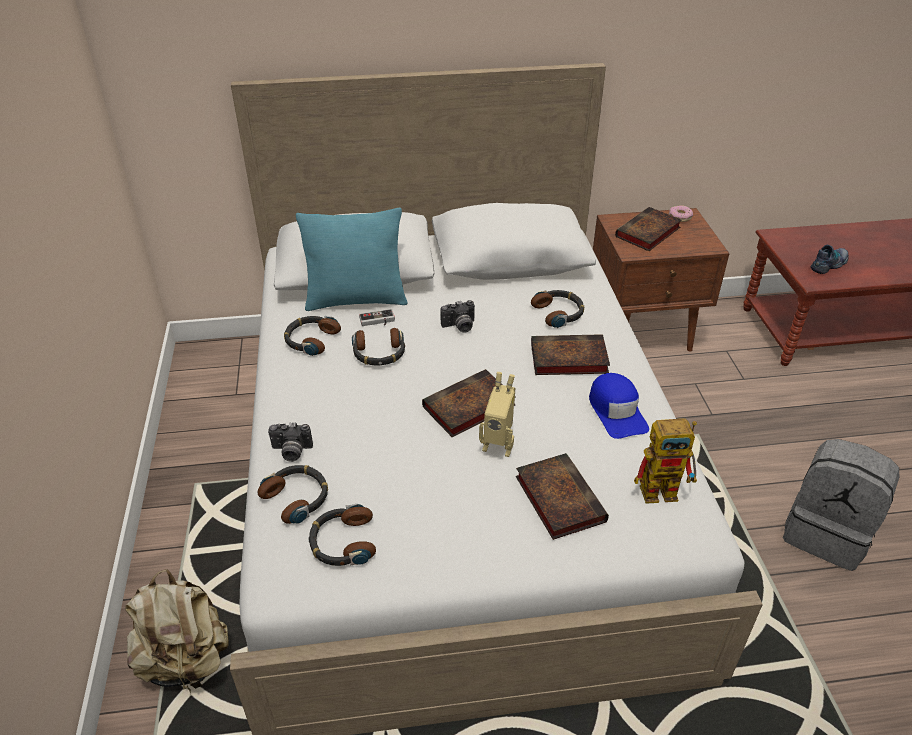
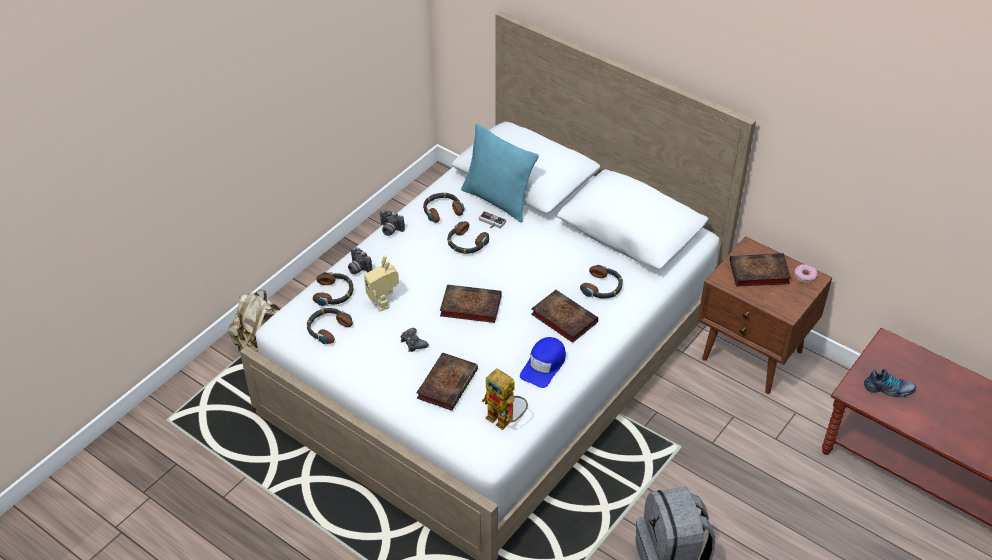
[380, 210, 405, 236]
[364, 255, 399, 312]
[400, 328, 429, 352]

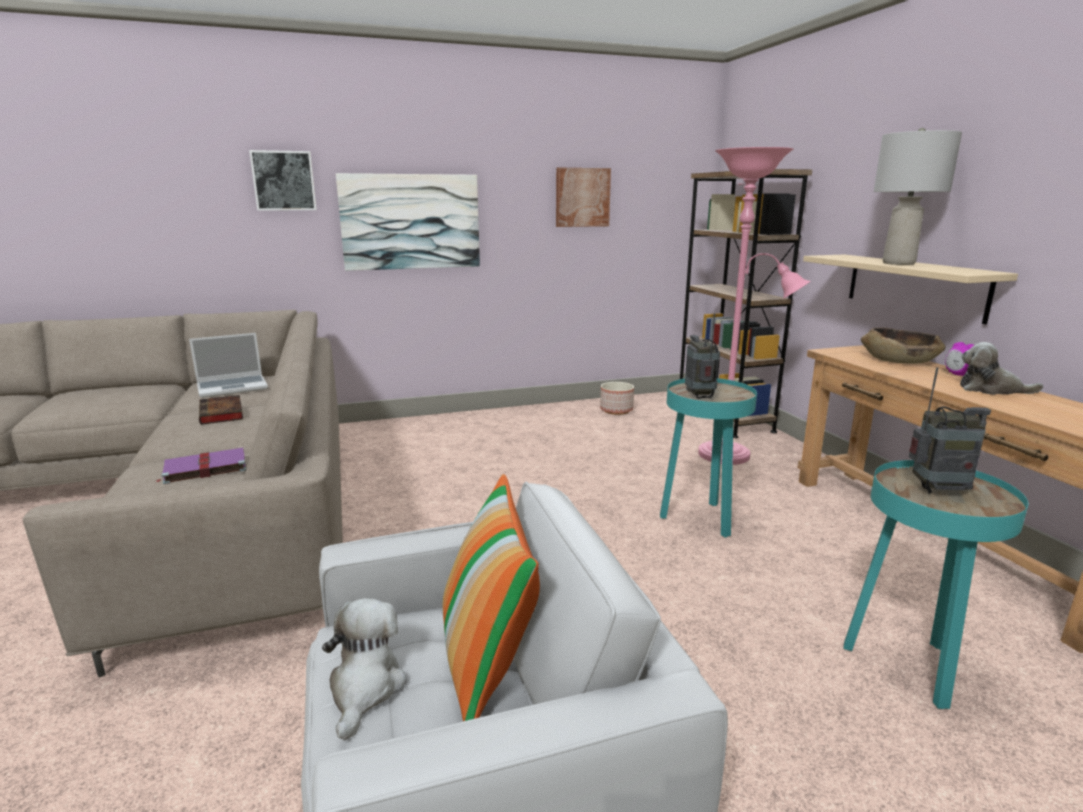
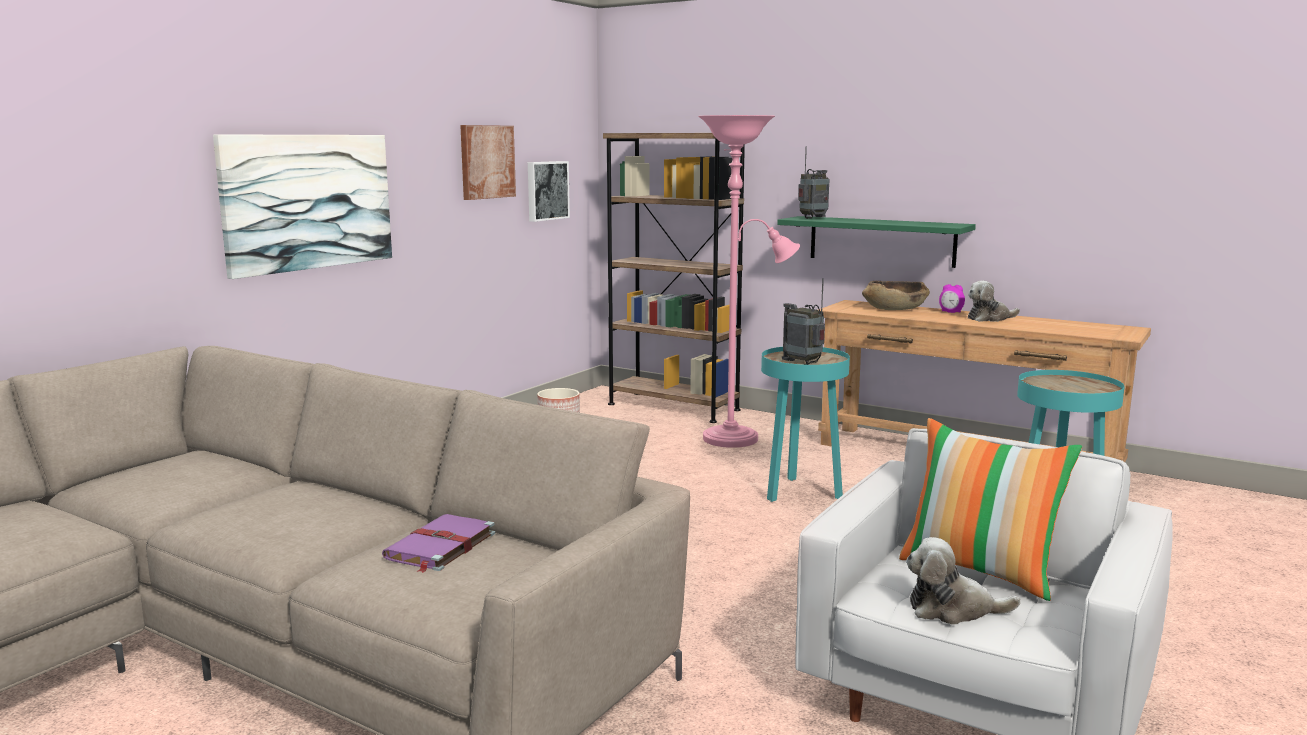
[874, 128, 962, 265] (first image)
[528, 161, 570, 222]
[777, 216, 976, 268]
[189, 333, 268, 398] (first image)
[798, 146, 829, 219]
[199, 395, 243, 425] (first image)
[906, 537, 1020, 625]

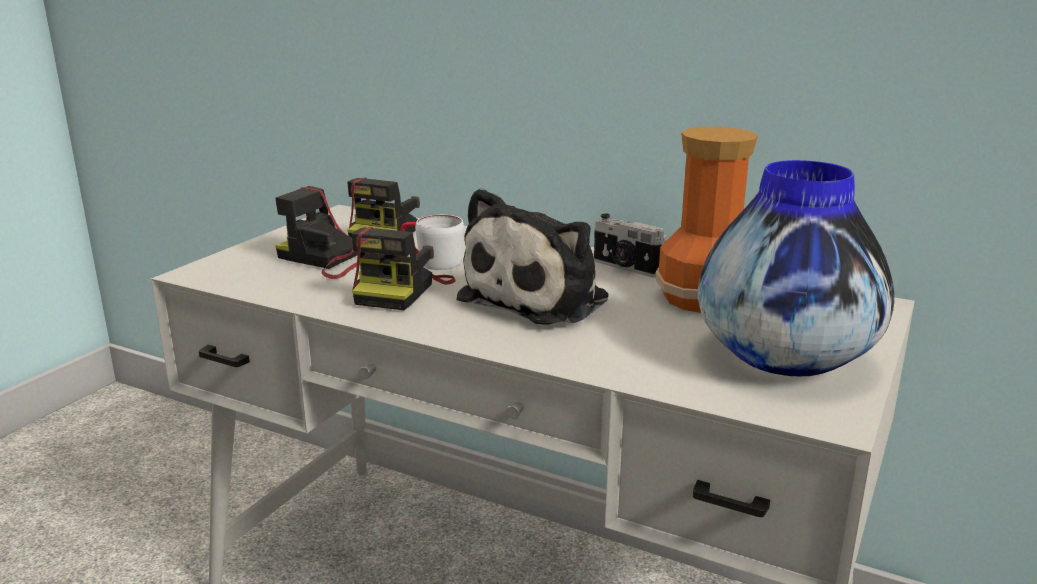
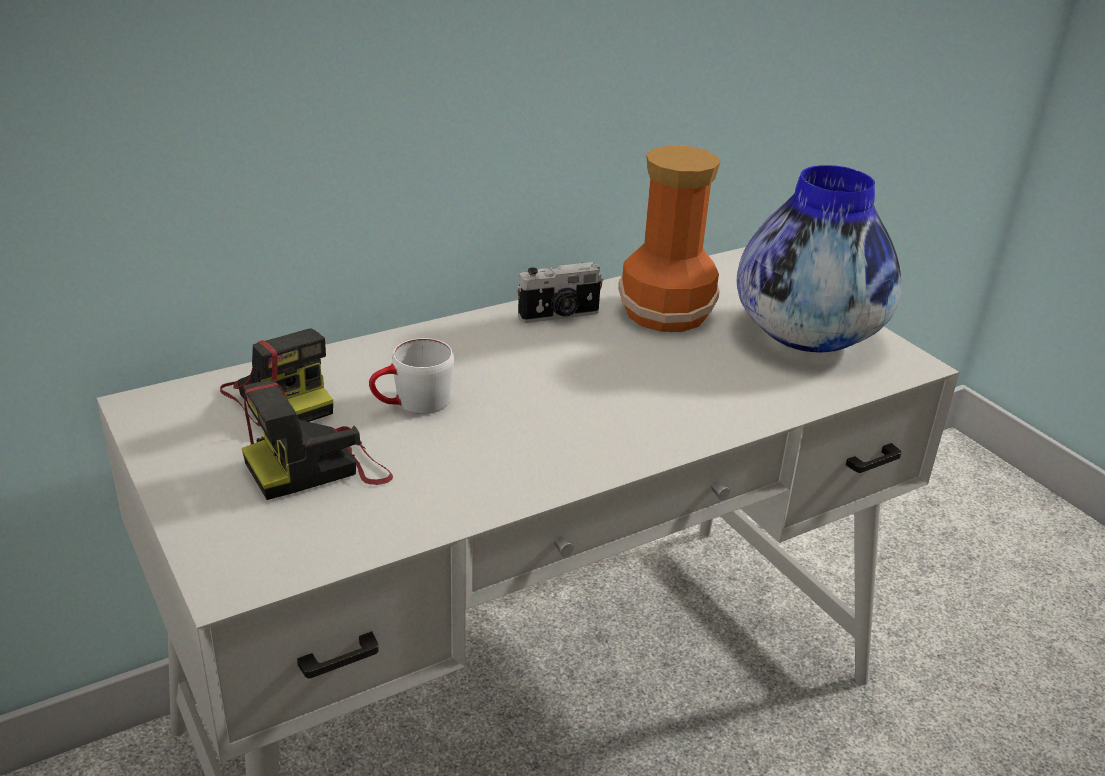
[457, 188, 609, 325] (first image)
[352, 227, 456, 310] (first image)

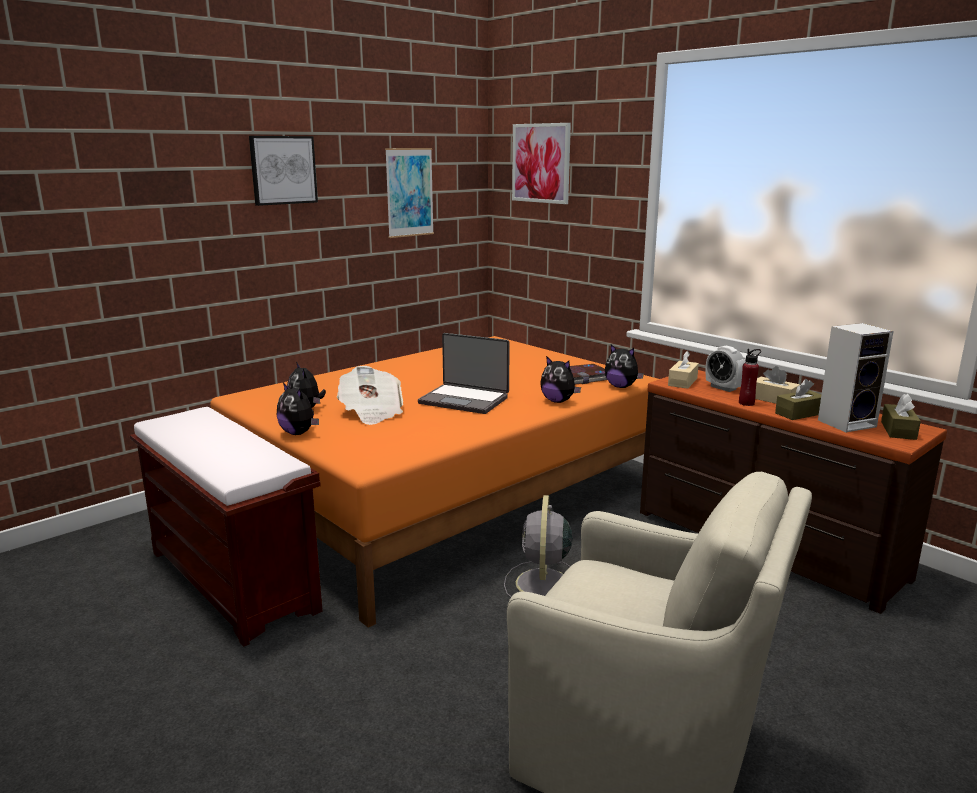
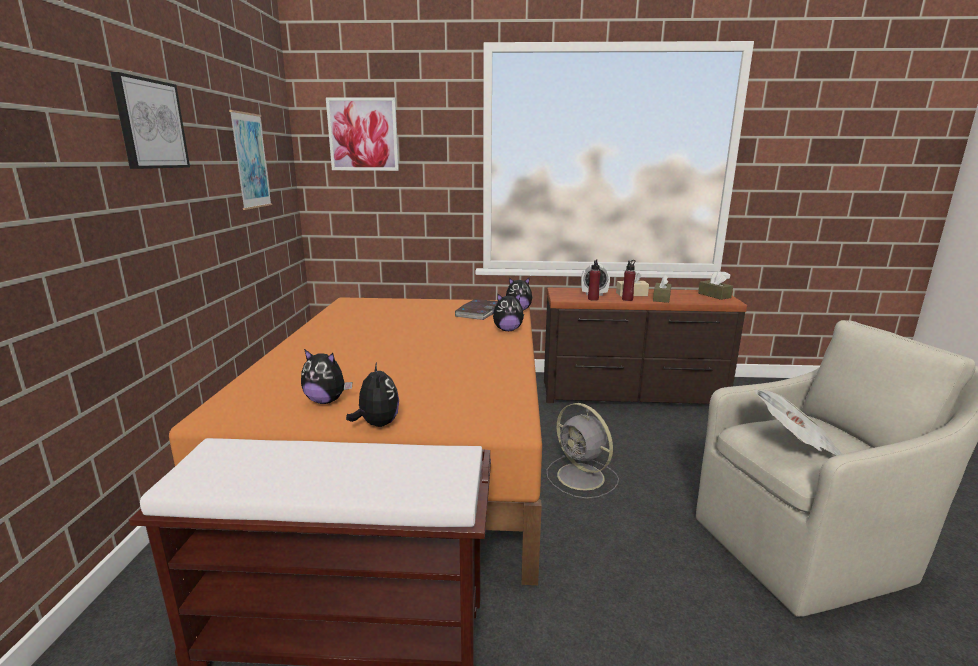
[818, 323, 894, 432] (first image)
[418, 333, 510, 414] (first image)
[668, 351, 699, 389] (first image)
[754, 389, 842, 456]
[346, 362, 399, 427]
[588, 260, 601, 301]

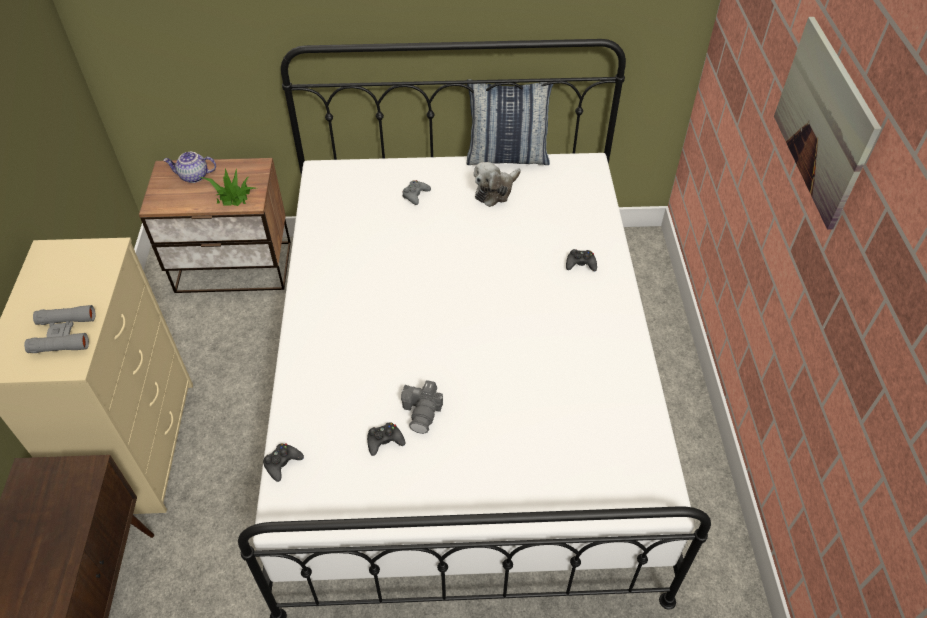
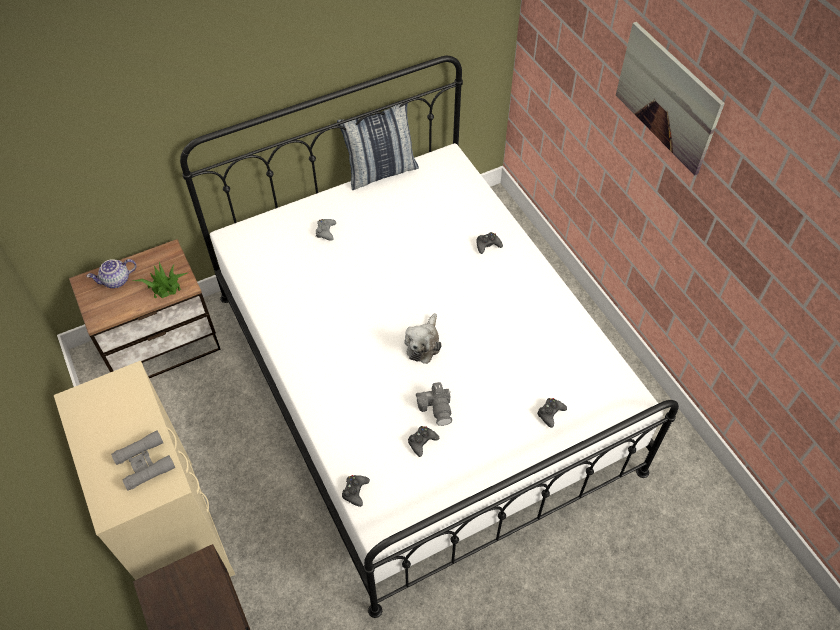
[404, 313, 442, 364]
[537, 398, 567, 428]

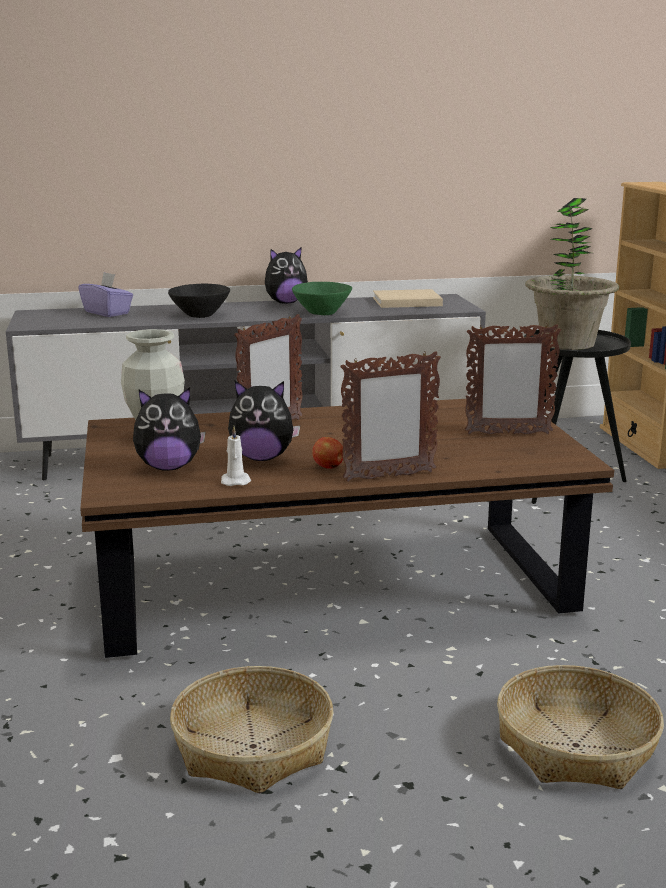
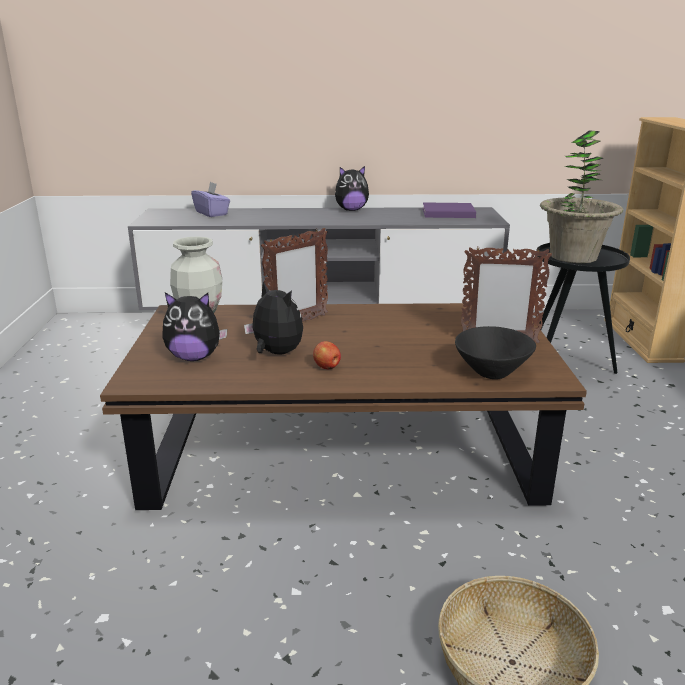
[292, 282, 352, 315] (first image)
[455, 326, 536, 379]
[423, 202, 476, 218]
[340, 352, 441, 482] (first image)
[244, 281, 303, 355]
[221, 426, 251, 486] (first image)
[170, 666, 333, 793] (first image)

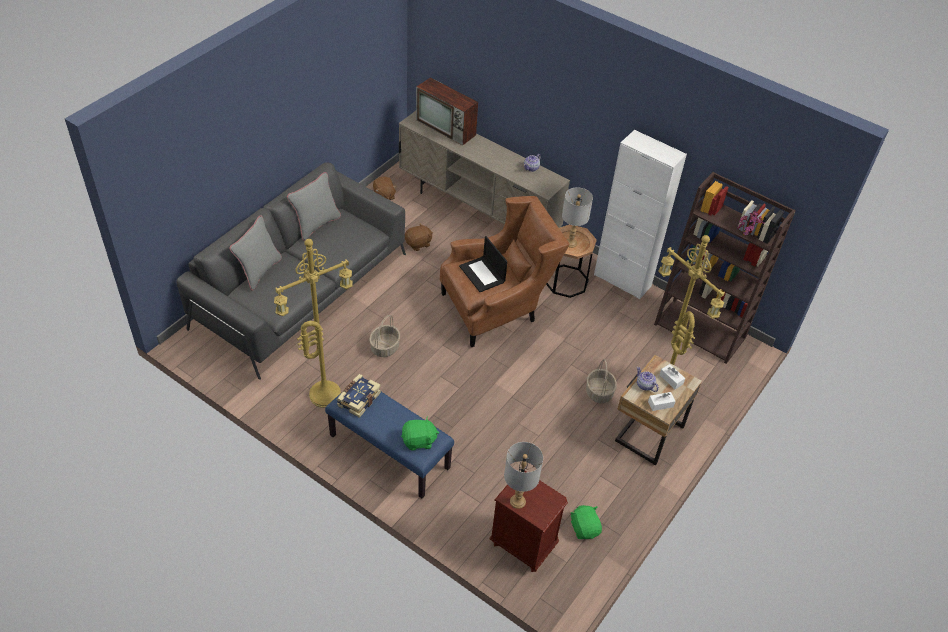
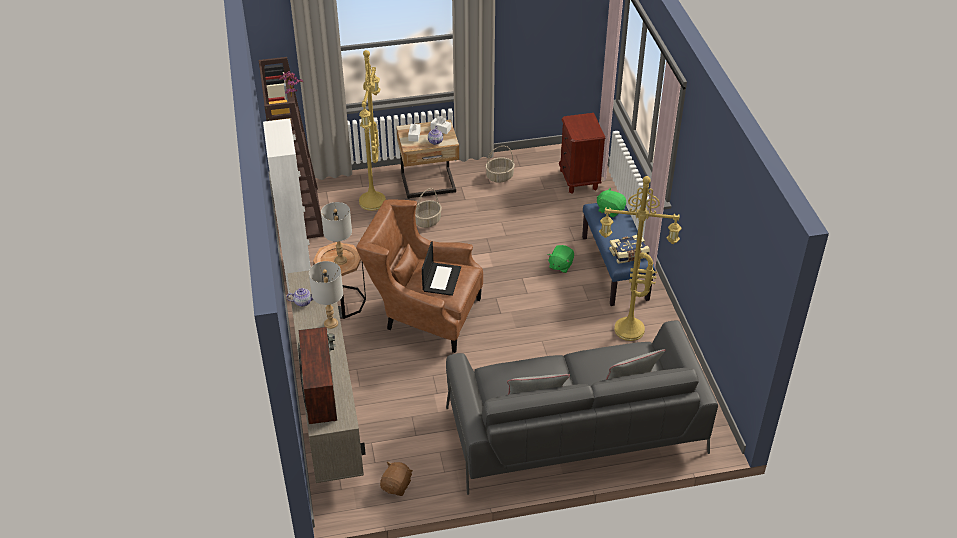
[405, 223, 433, 251] (first image)
[485, 146, 515, 183]
[309, 261, 343, 329]
[548, 245, 574, 273]

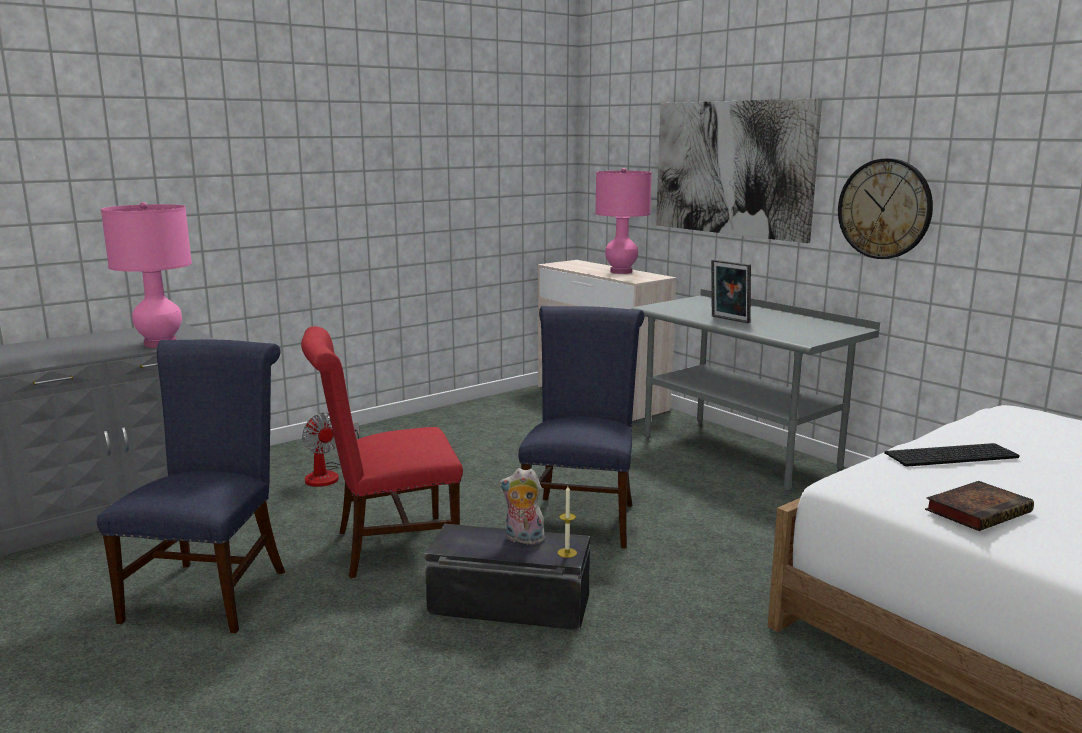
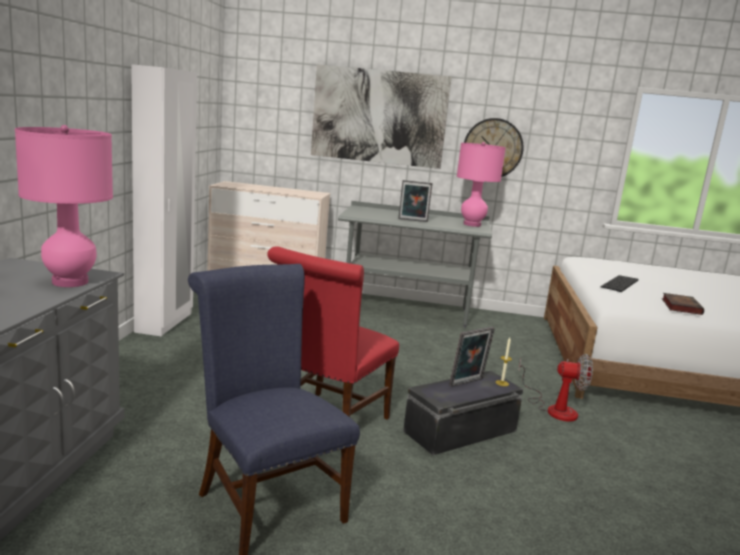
[457, 142, 506, 227]
[519, 306, 644, 549] (first image)
[519, 354, 593, 422]
[449, 327, 495, 387]
[131, 64, 197, 337]

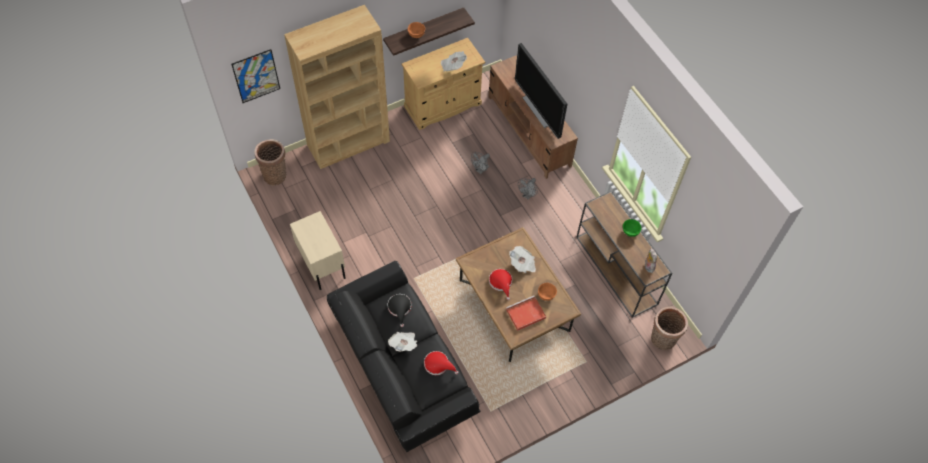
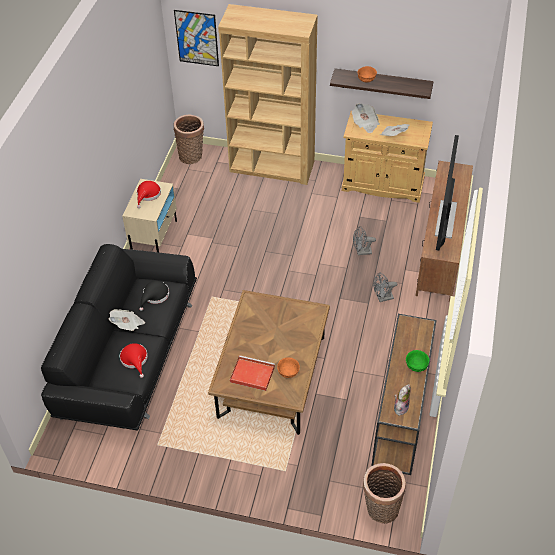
[352, 103, 380, 133]
[137, 181, 161, 208]

